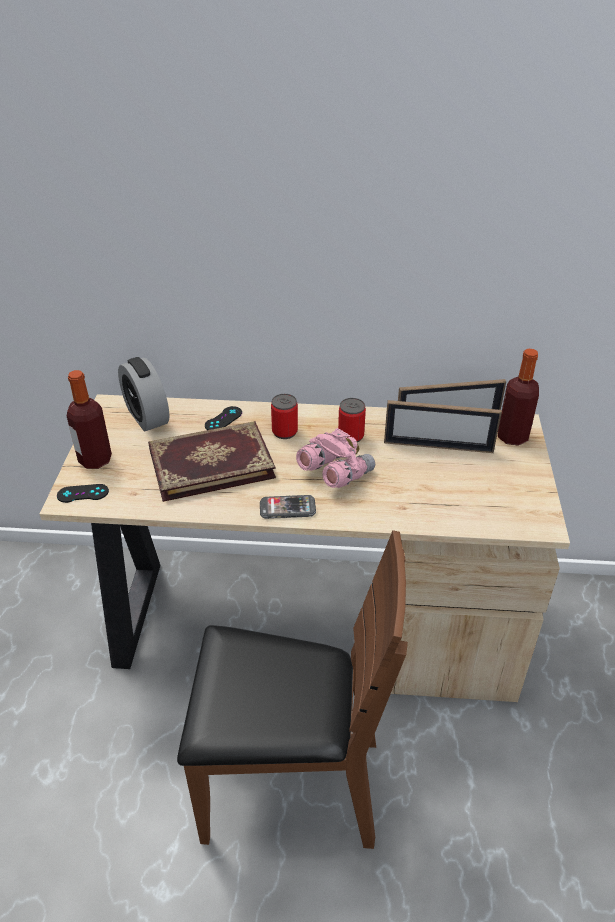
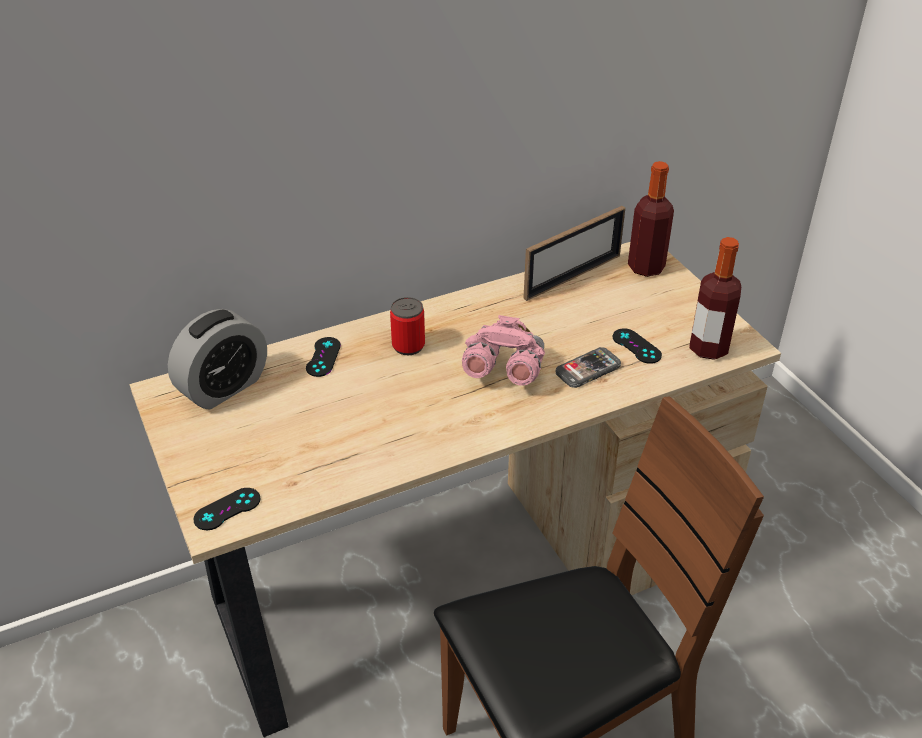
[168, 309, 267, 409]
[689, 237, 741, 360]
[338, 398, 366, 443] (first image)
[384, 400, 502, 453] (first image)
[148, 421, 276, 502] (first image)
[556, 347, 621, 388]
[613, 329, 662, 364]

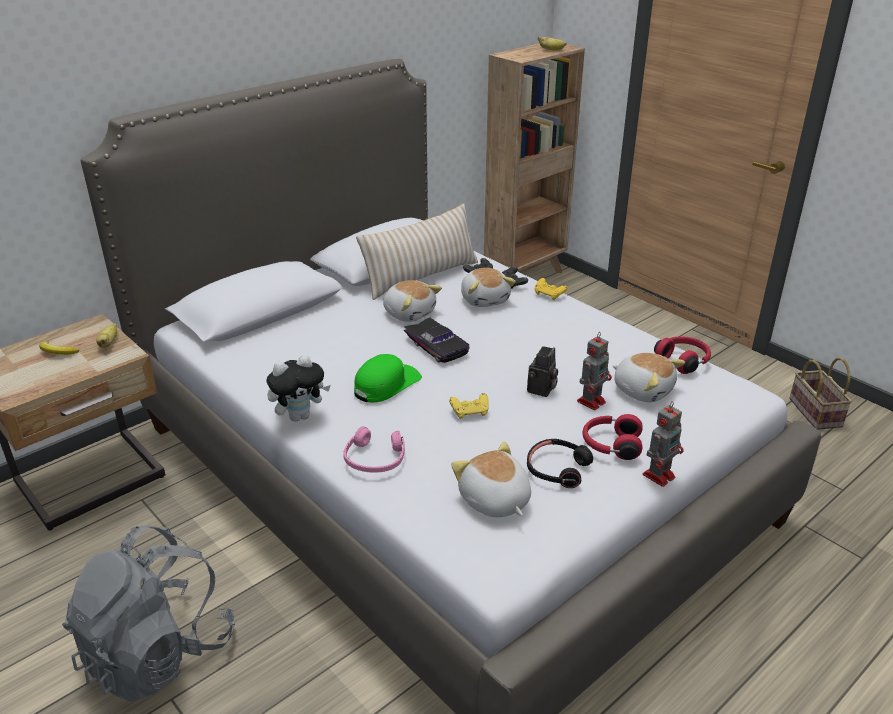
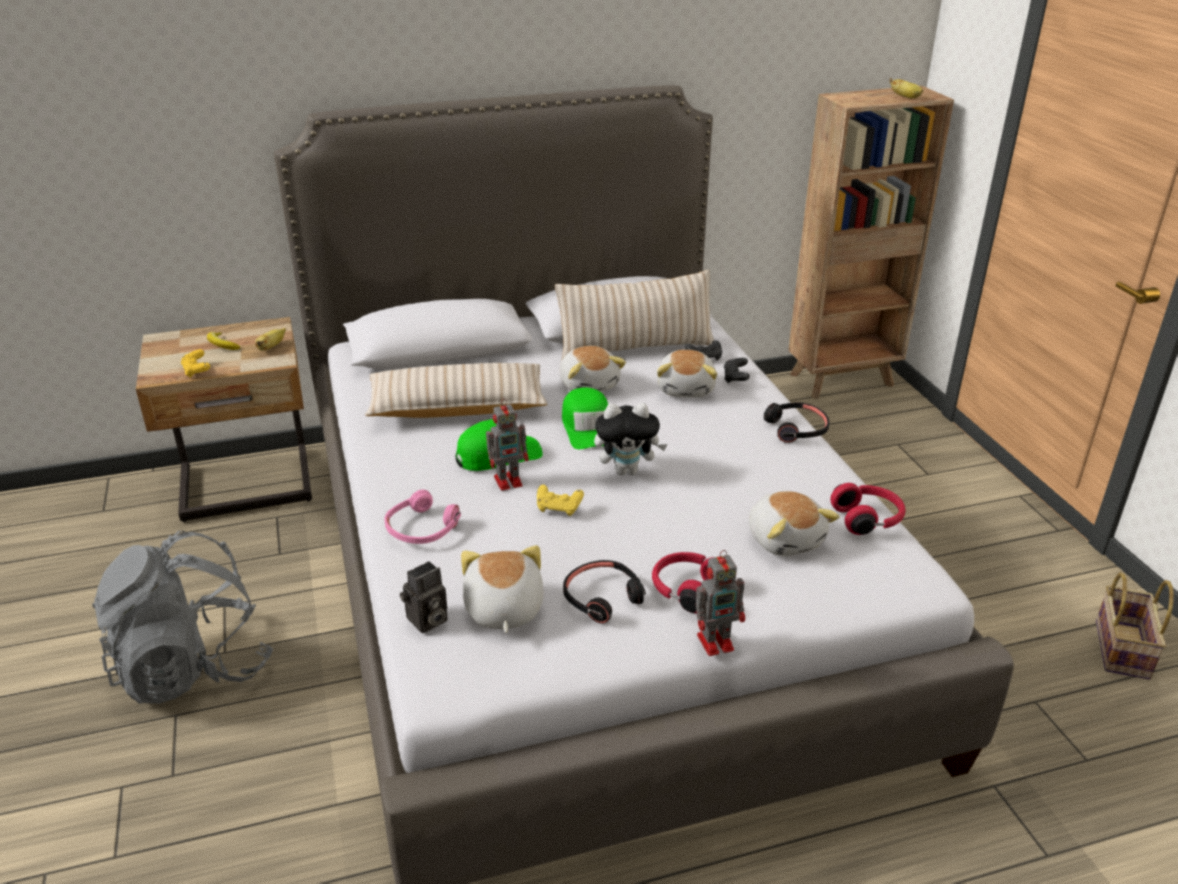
[181, 349, 210, 378]
[562, 387, 608, 449]
[486, 398, 528, 491]
[400, 561, 448, 633]
[594, 403, 667, 475]
[365, 363, 547, 418]
[764, 402, 829, 443]

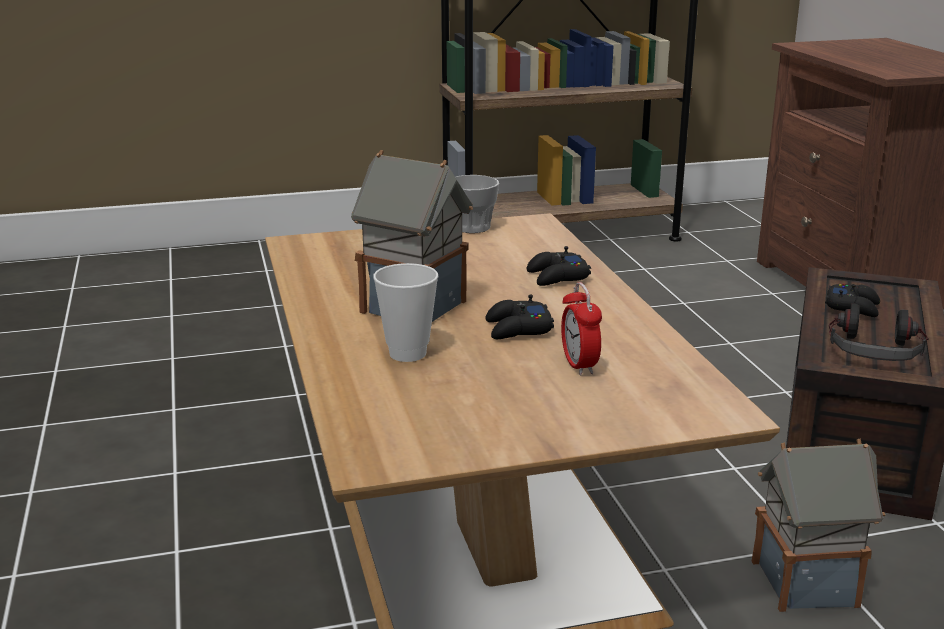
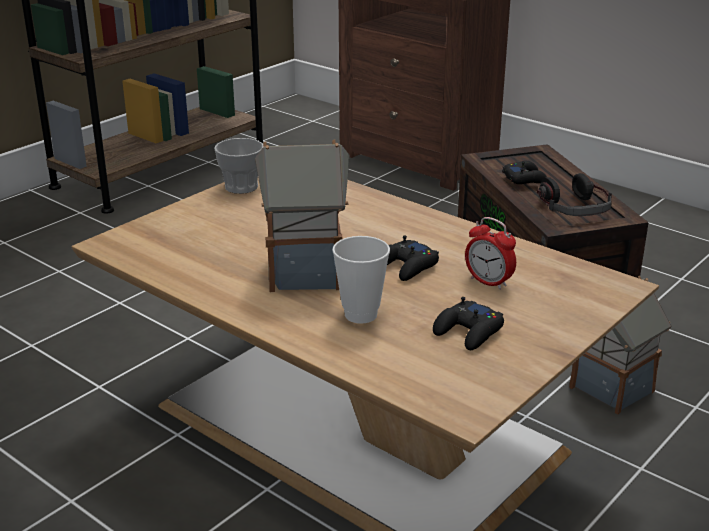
[433, 297, 504, 350]

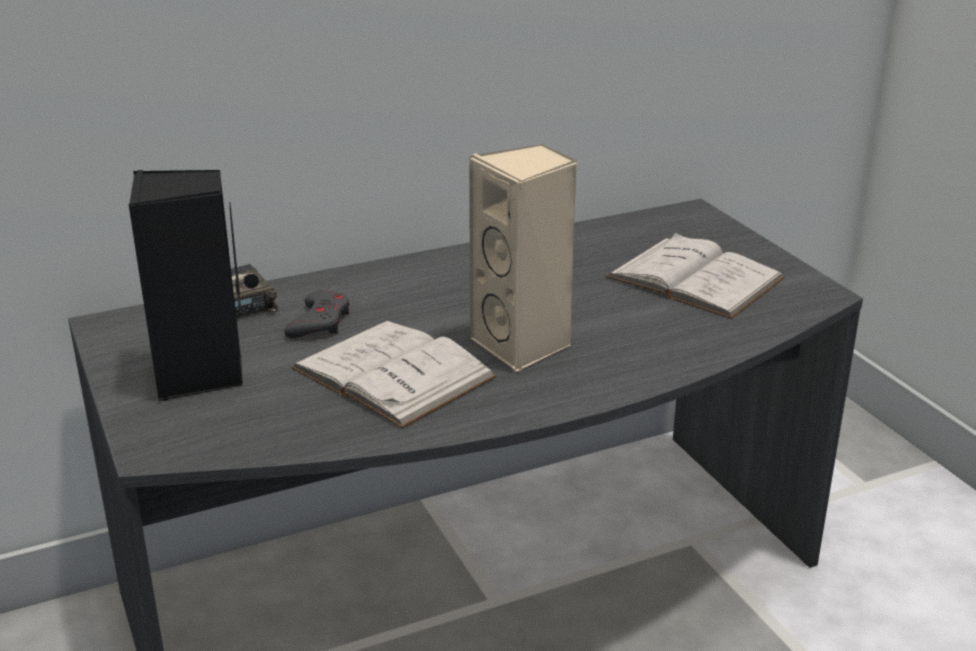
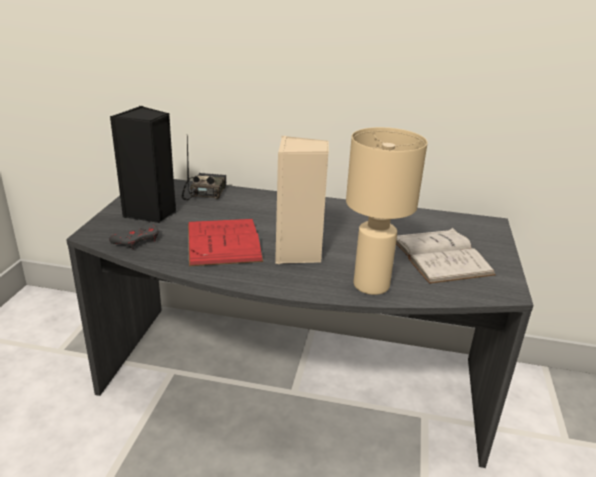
[109, 223, 159, 249]
[188, 219, 263, 266]
[346, 127, 427, 295]

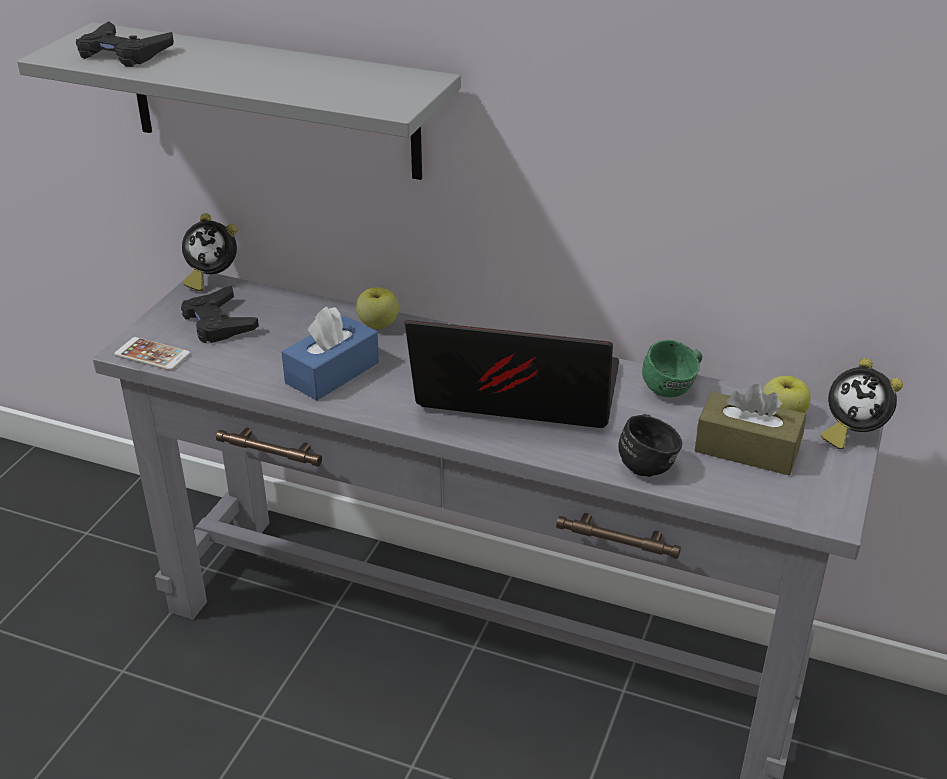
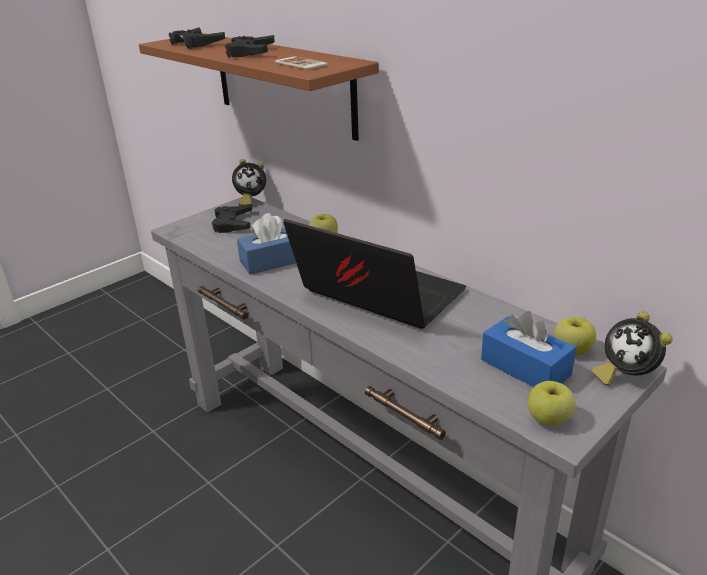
[139, 33, 379, 141]
[232, 159, 266, 206]
[275, 57, 328, 70]
[642, 340, 702, 397] (first image)
[481, 311, 576, 387]
[619, 414, 682, 477] (first image)
[225, 35, 275, 58]
[528, 381, 576, 426]

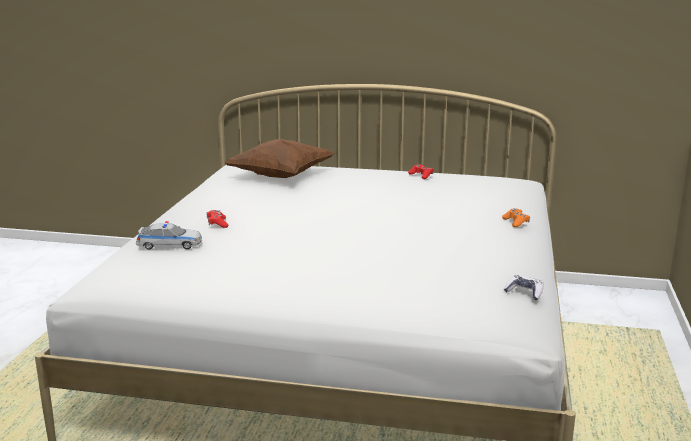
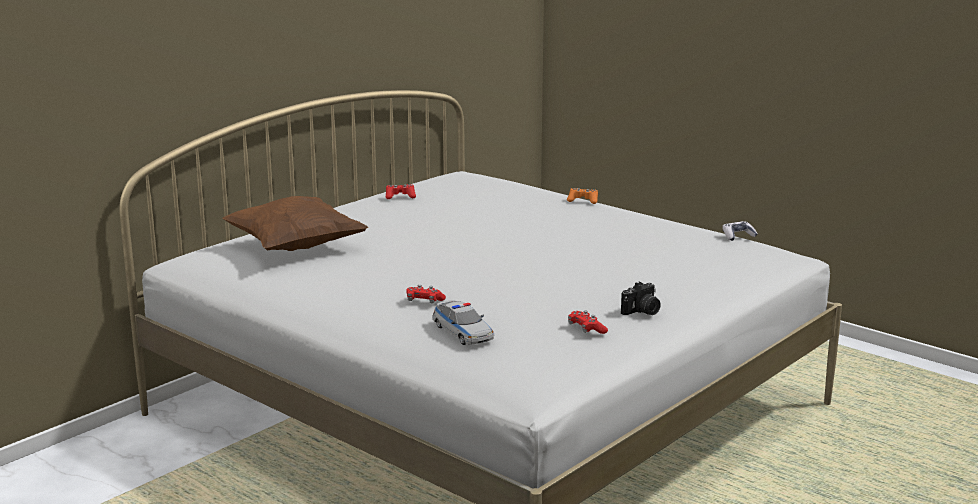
[432, 300, 494, 345]
[621, 282, 661, 315]
[568, 311, 608, 334]

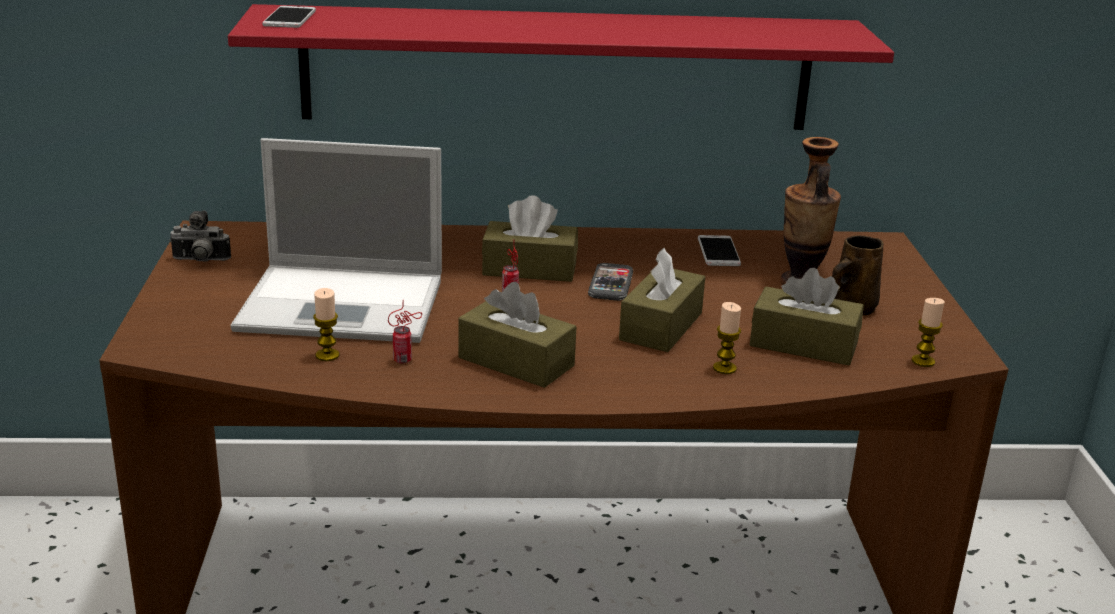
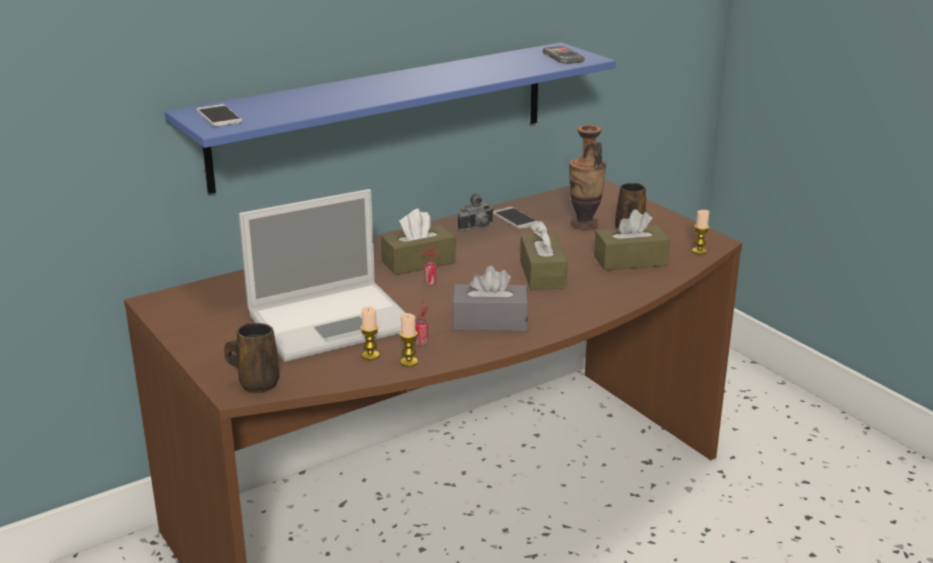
[165, 42, 616, 194]
[458, 193, 493, 231]
[542, 46, 585, 64]
[452, 266, 529, 331]
[399, 313, 418, 367]
[224, 323, 279, 393]

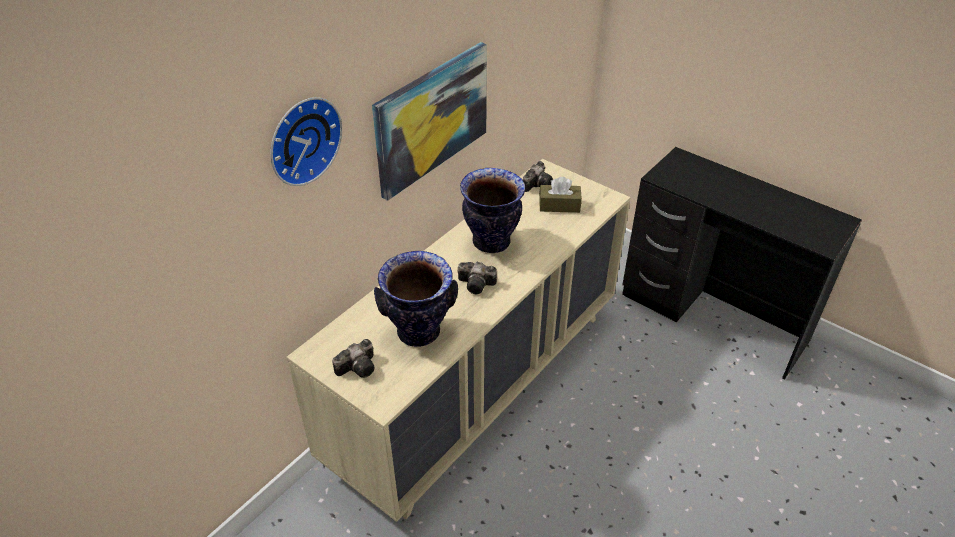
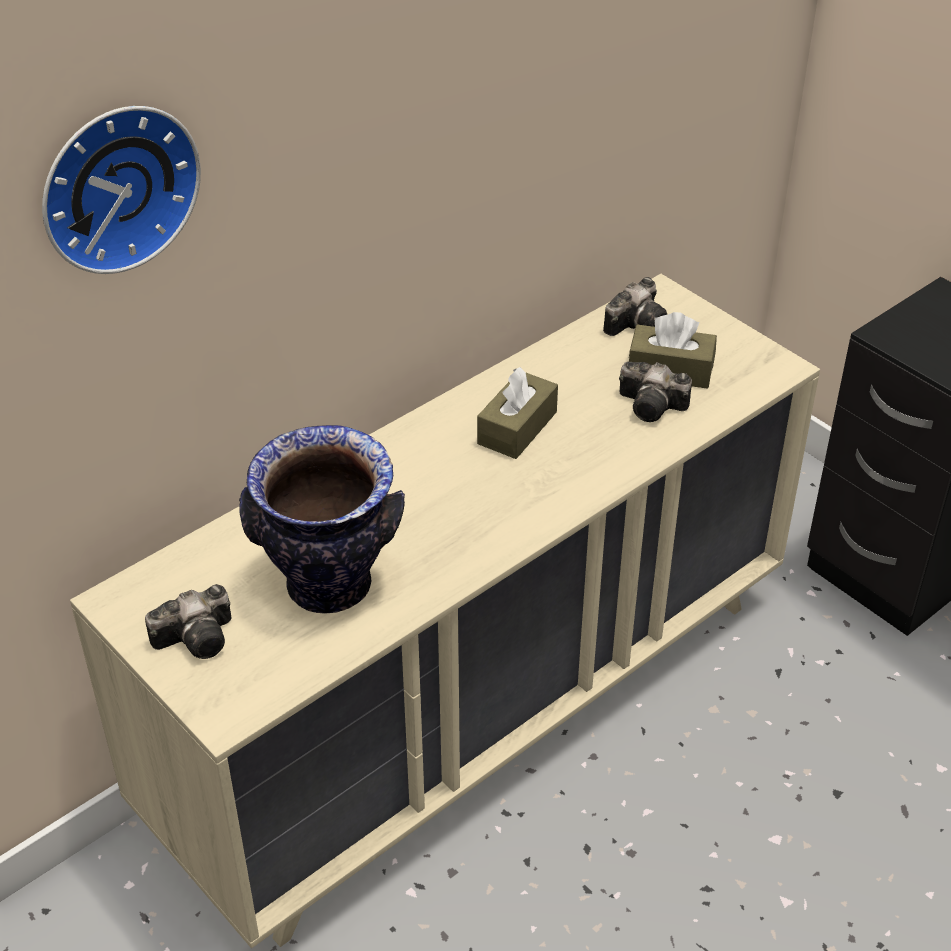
[372, 42, 487, 201] (first image)
[477, 367, 558, 459]
[619, 362, 692, 422]

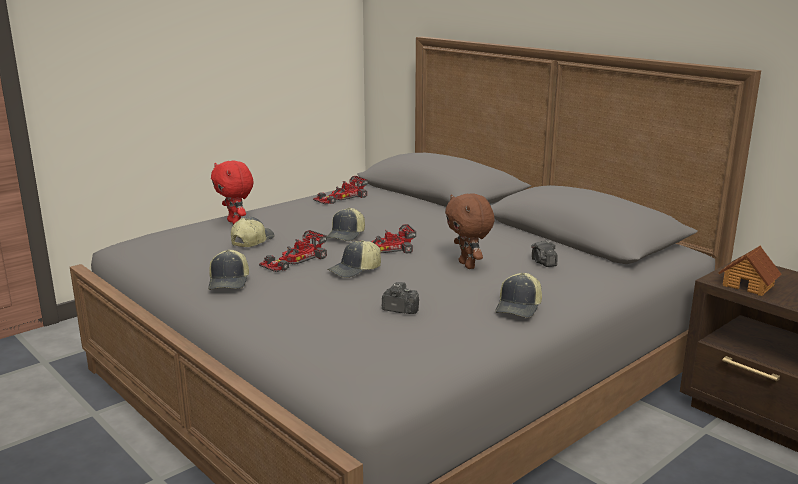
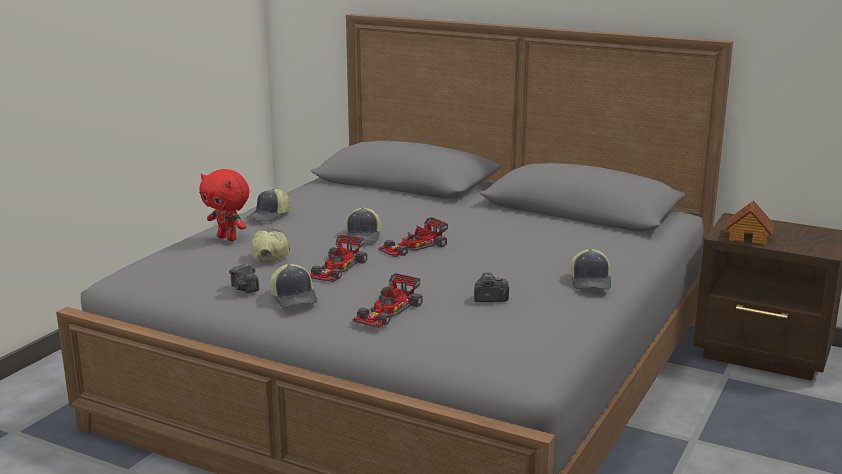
[353, 273, 423, 328]
[445, 193, 495, 269] (first image)
[246, 188, 290, 222]
[229, 263, 259, 293]

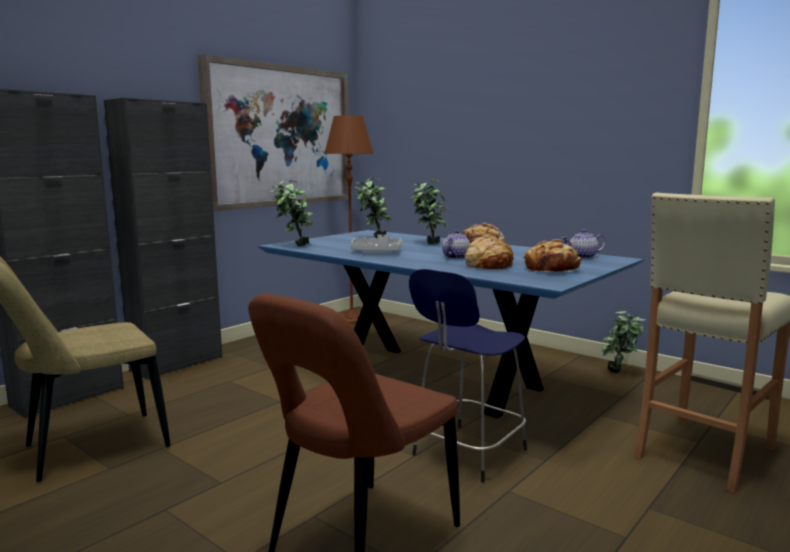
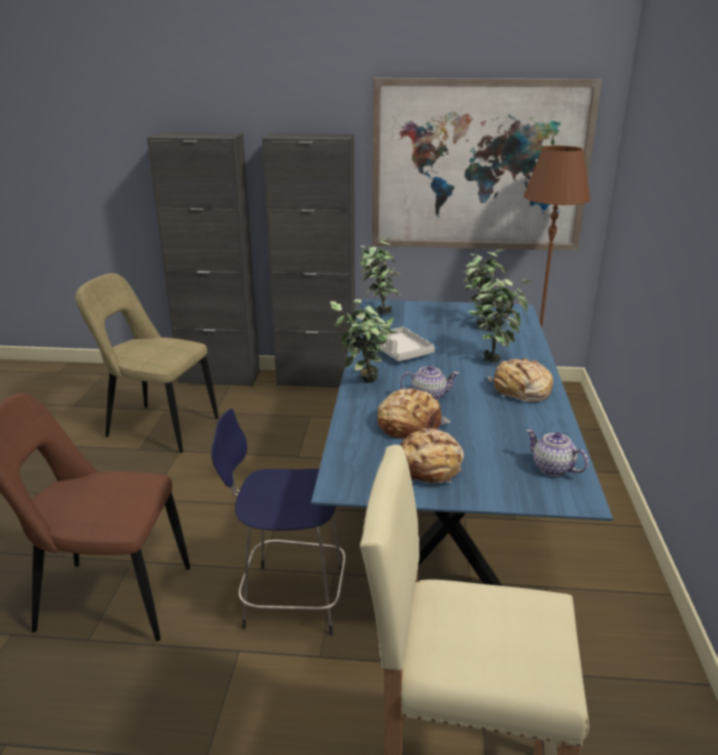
[330, 299, 397, 383]

